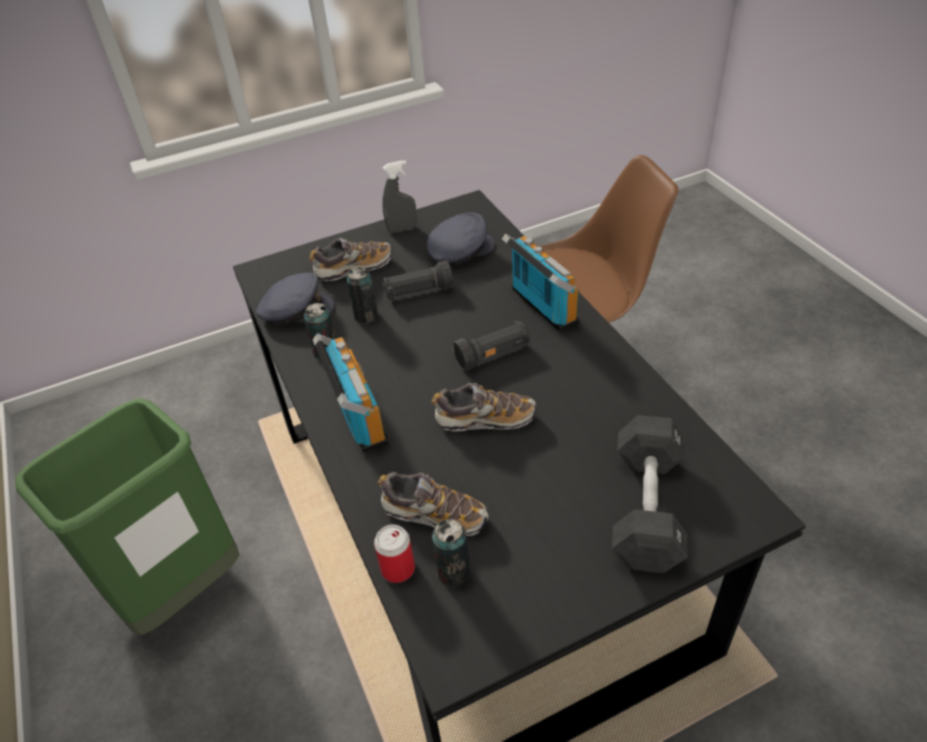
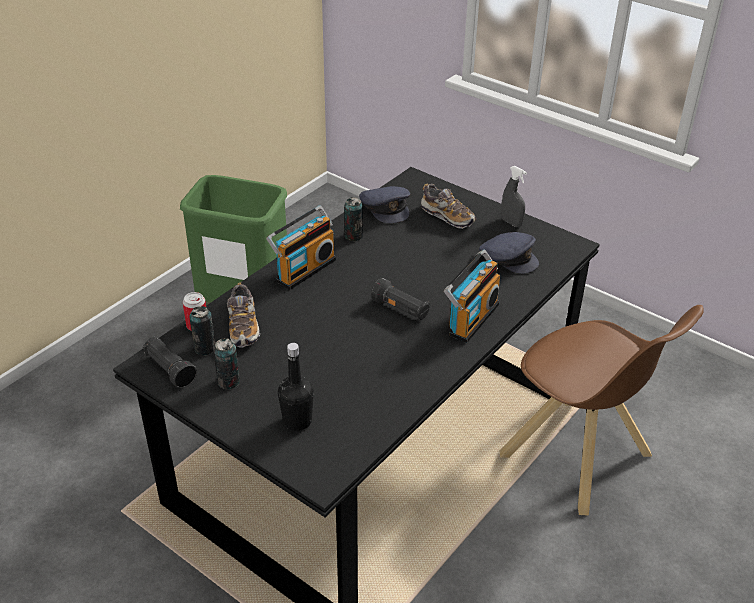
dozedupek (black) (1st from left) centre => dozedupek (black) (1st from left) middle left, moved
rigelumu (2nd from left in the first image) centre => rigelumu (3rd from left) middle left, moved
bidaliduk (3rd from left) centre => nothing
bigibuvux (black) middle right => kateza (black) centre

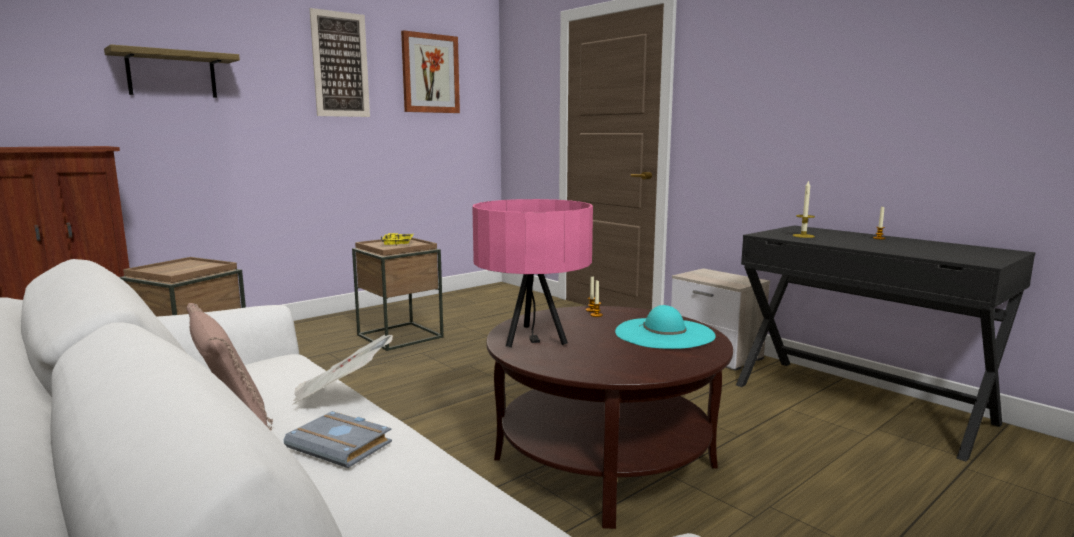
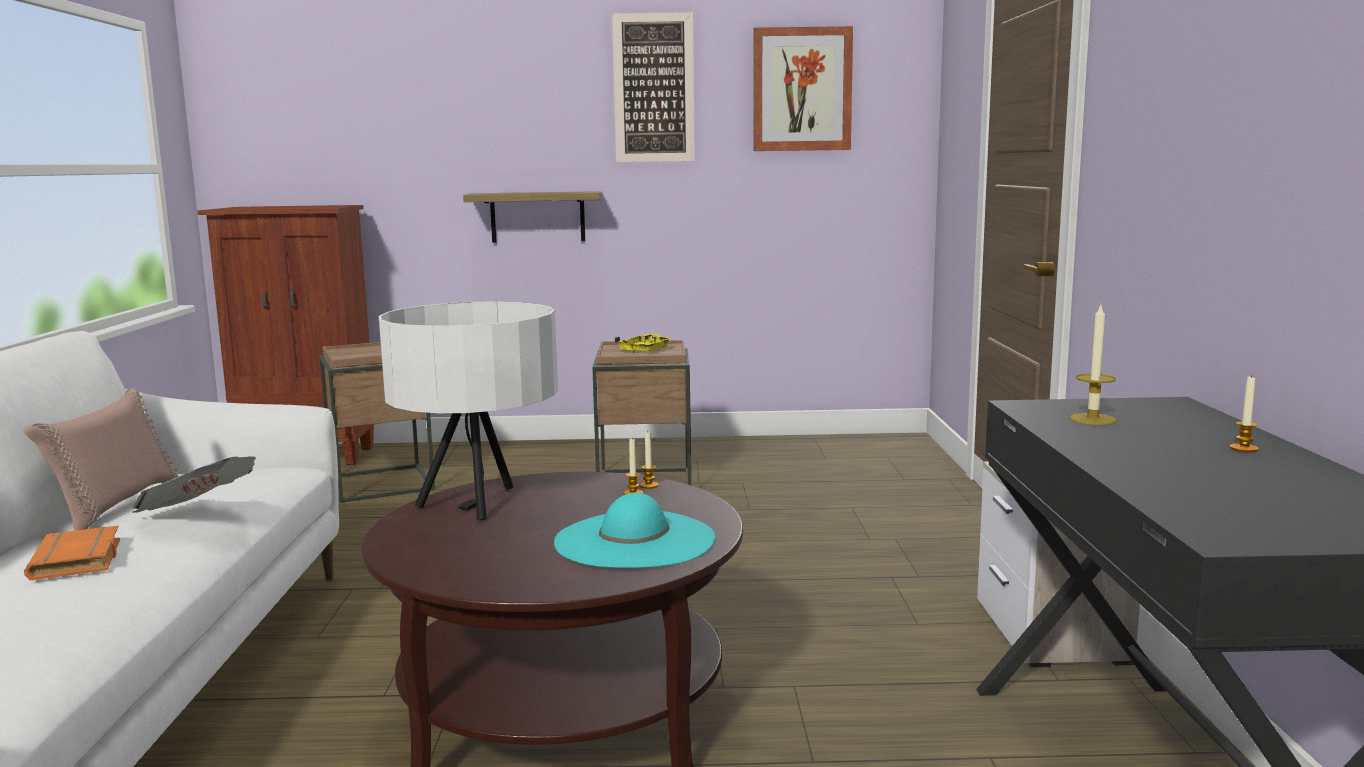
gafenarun top left => gafenarun top centre, moved
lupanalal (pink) centre => lupanalal (white) centre
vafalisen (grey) bottom left => vafalisen (orange) bottom left

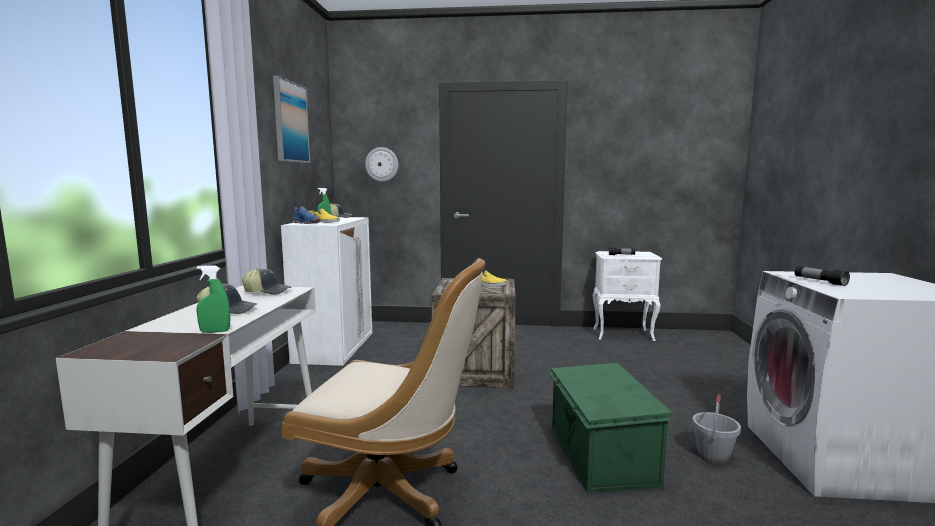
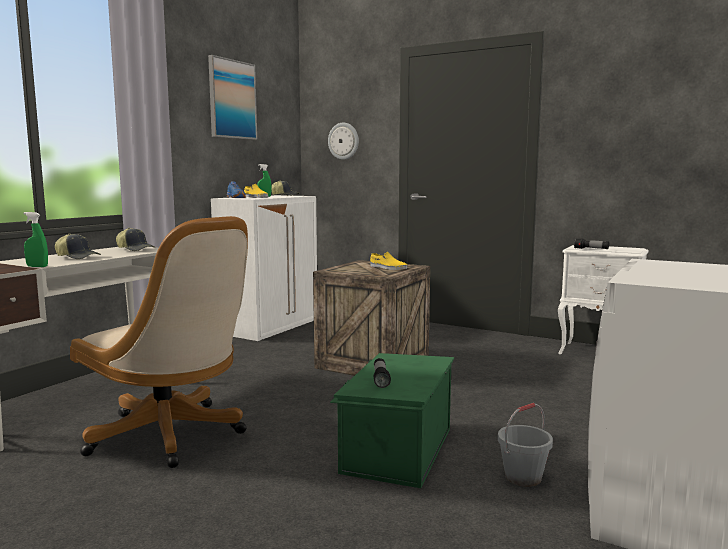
dozedupek (2nd from left in the first image) middle right => dozedupek (1st from left) bottom centre, moved

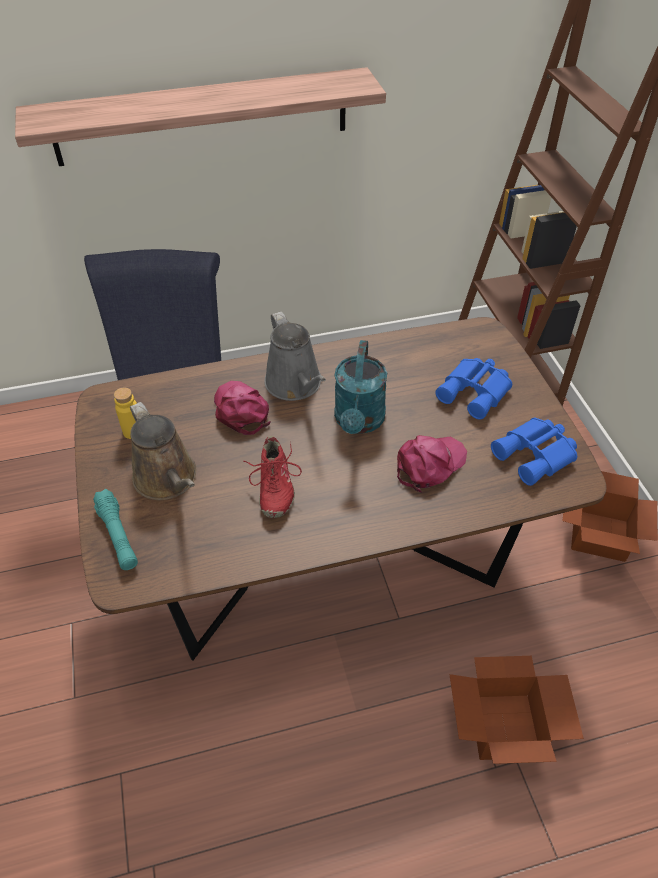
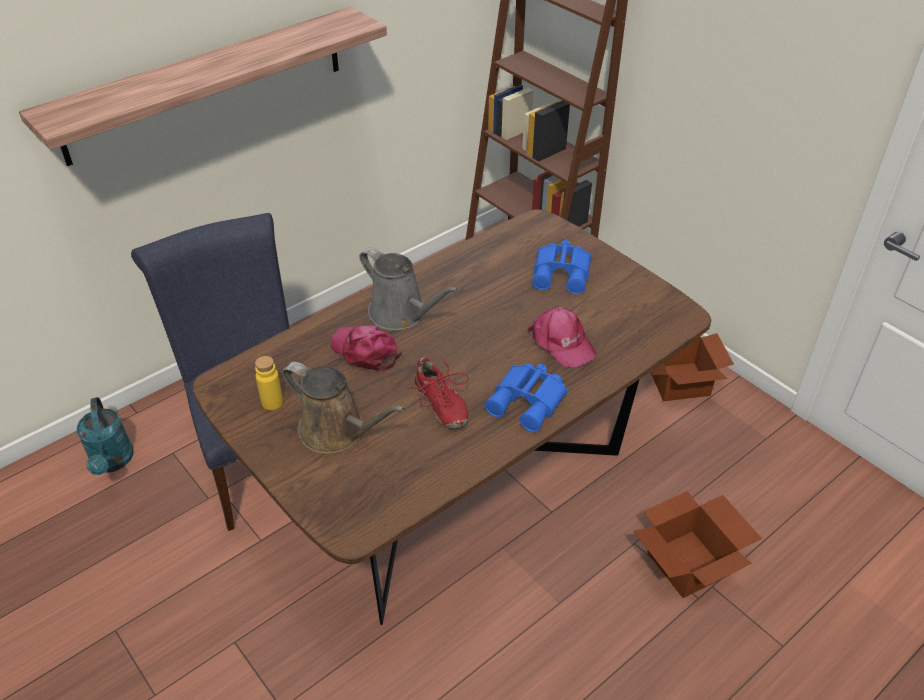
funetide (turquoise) centre => funetide (turquoise) middle left, moved
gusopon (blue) (2nd from left in the first image) middle right => gusopon (blue) (1st from left) centre, moved
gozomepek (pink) (2nd from left) centre, 120 degrees clockwise
dozedupek (turquoise) middle left => nothing

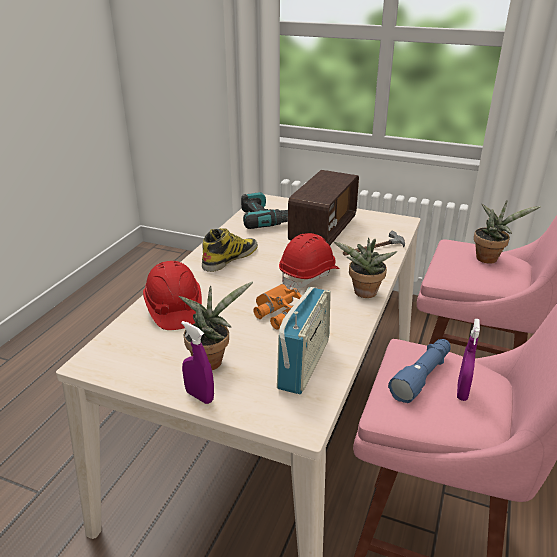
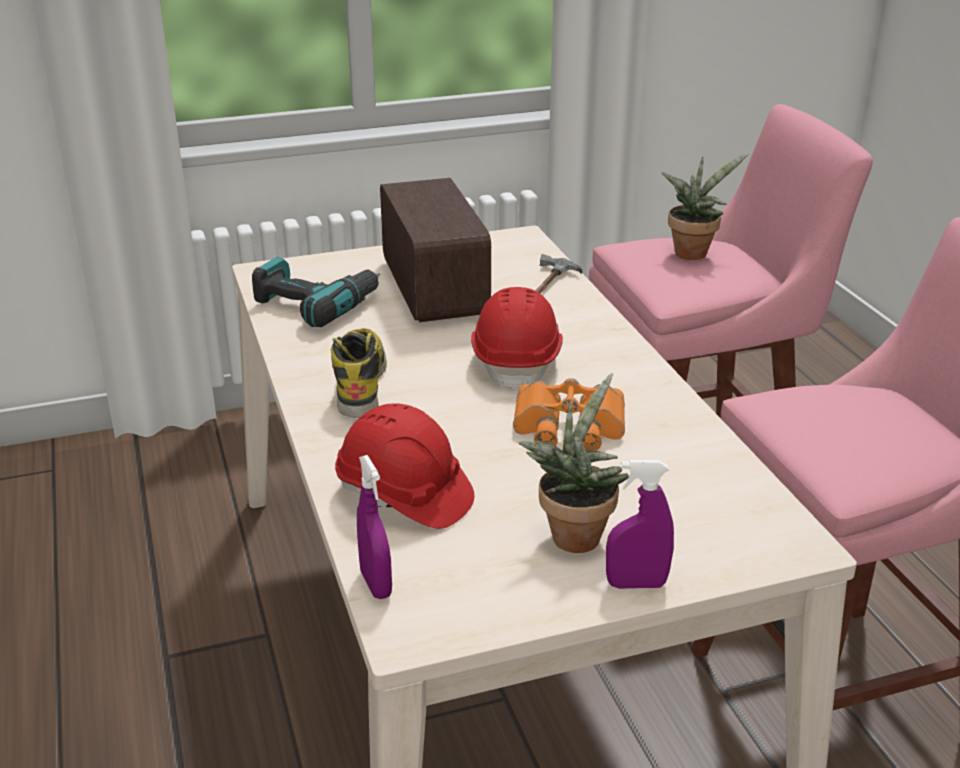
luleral (2nd from left) centre => nothing
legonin (1st from left) centre => nothing
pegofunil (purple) (2nd from left in the first image) middle right => pegofunil (purple) (1st from left) bottom centre, moved
dozedupek (blue) middle right => nothing

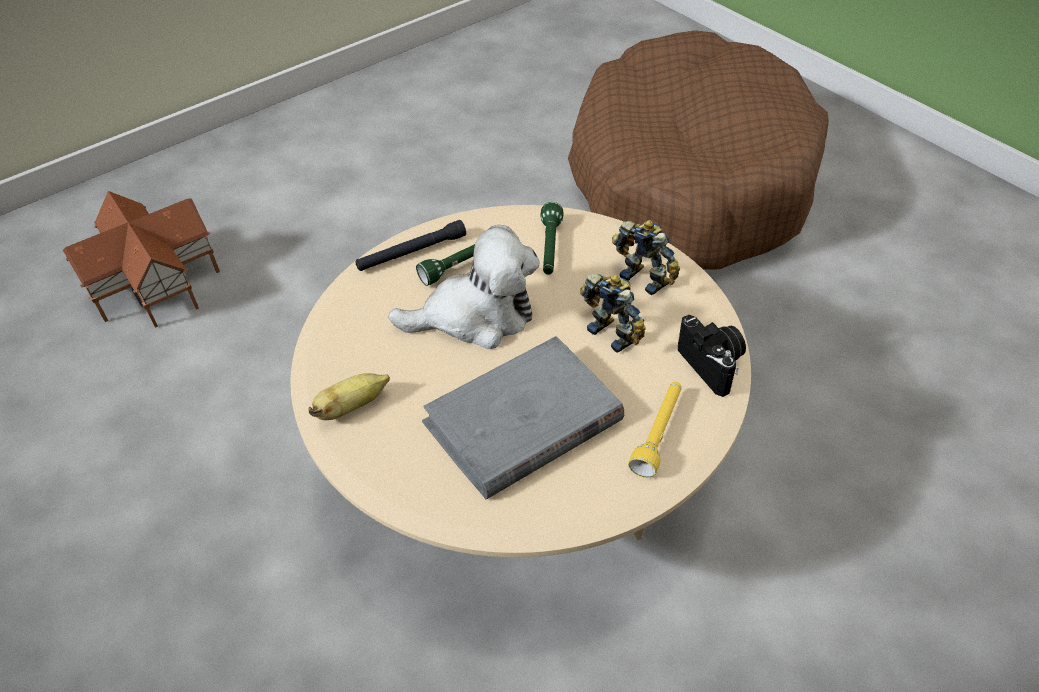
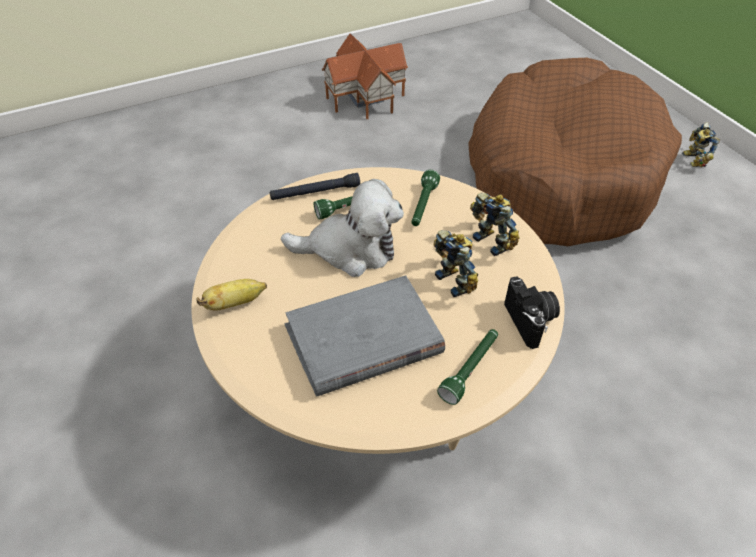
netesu middle left => netesu top centre, moved
dozedupek (yellow) centre => dozedupek (green) (3rd from left) centre
nothing => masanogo (3rd from left) top right

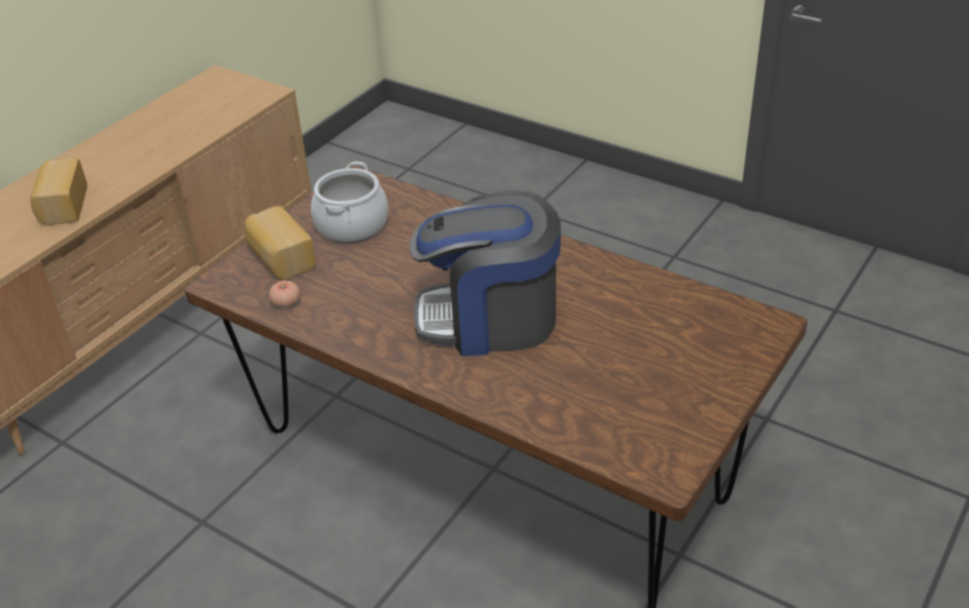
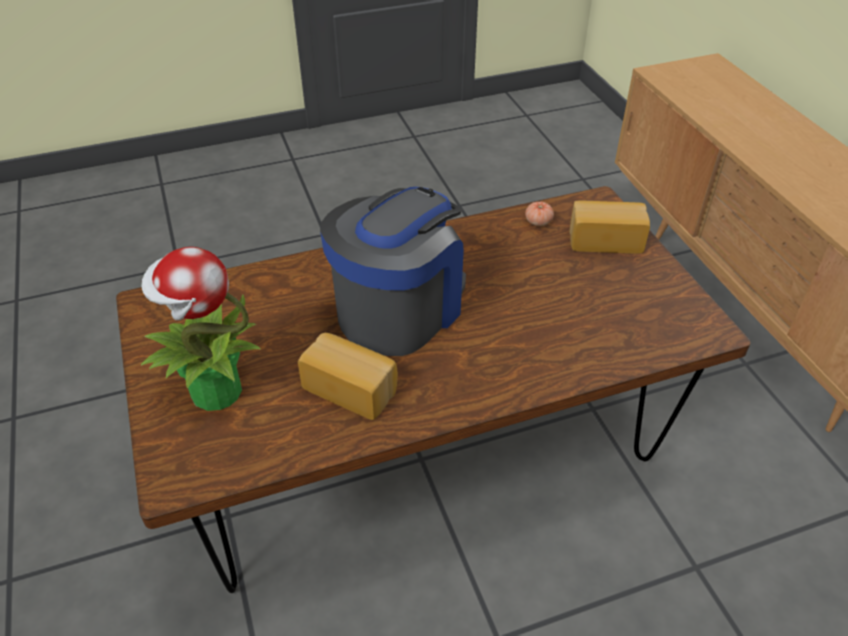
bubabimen (1st from left) top left => bubabimen (1st from left) centre, moved
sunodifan top centre => nothing
nothing => luleral middle left

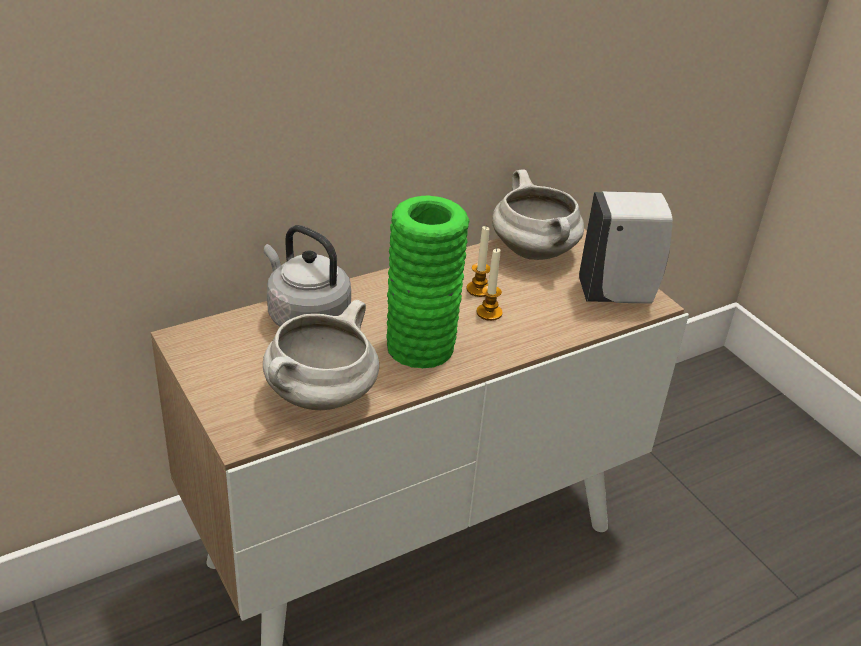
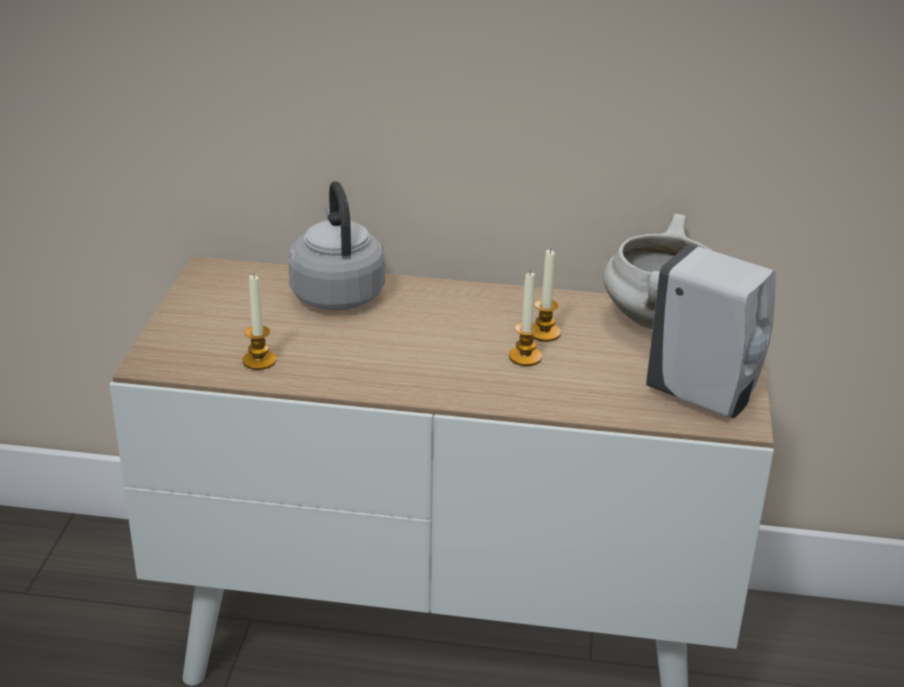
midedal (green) centre => nothing
sunodifan (white) (1st from left) centre => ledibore (1st from left) middle left

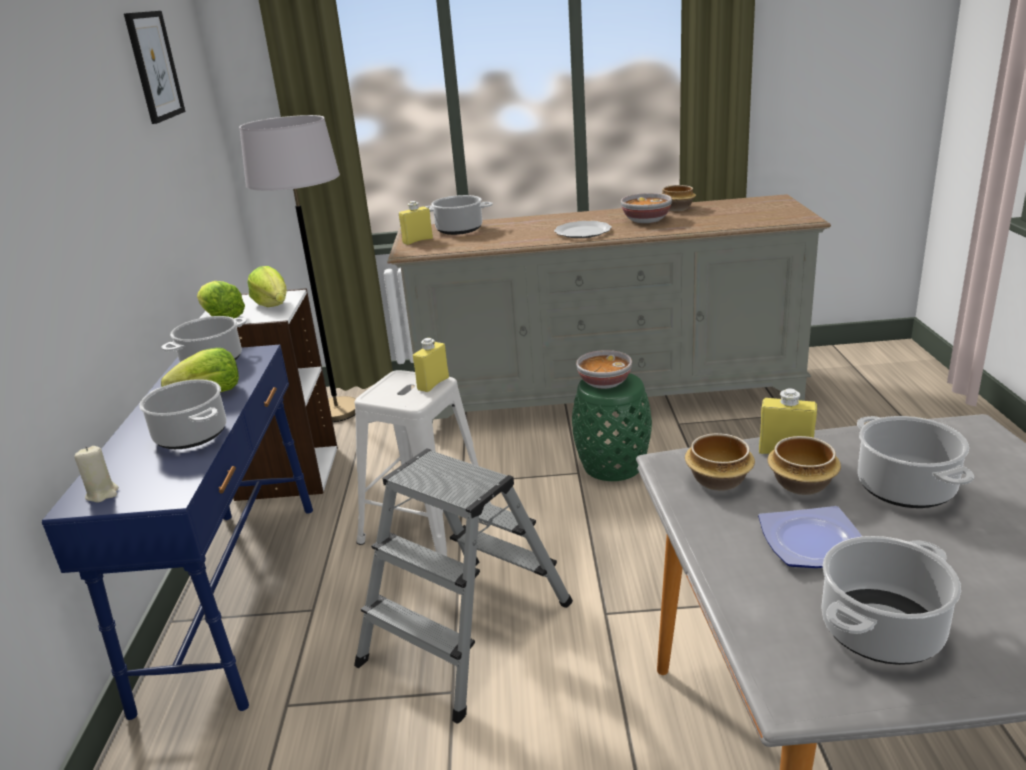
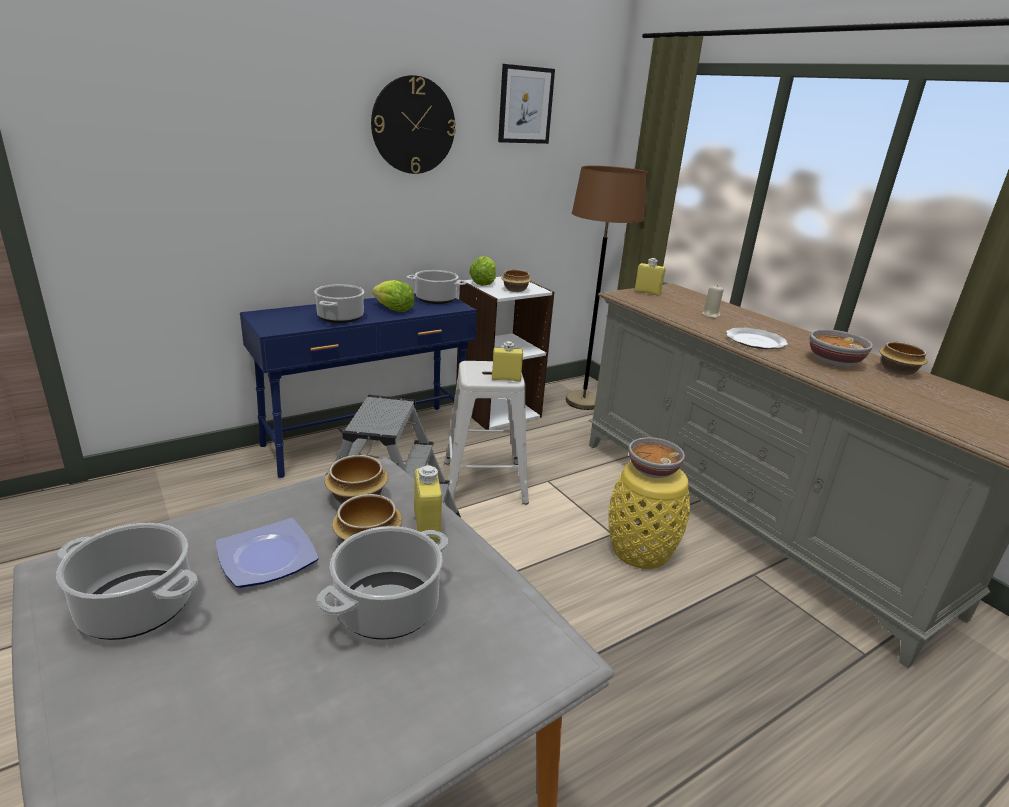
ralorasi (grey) middle left => ralorasi (brown) centre
sunodifan (3rd from left) top centre => nothing
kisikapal (3rd from left) middle left => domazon (3rd from left) centre
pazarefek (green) centre => pazarefek (yellow) centre
ledibore (beige) middle left => ledibore (beige) middle right, moved
nothing => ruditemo top centre

